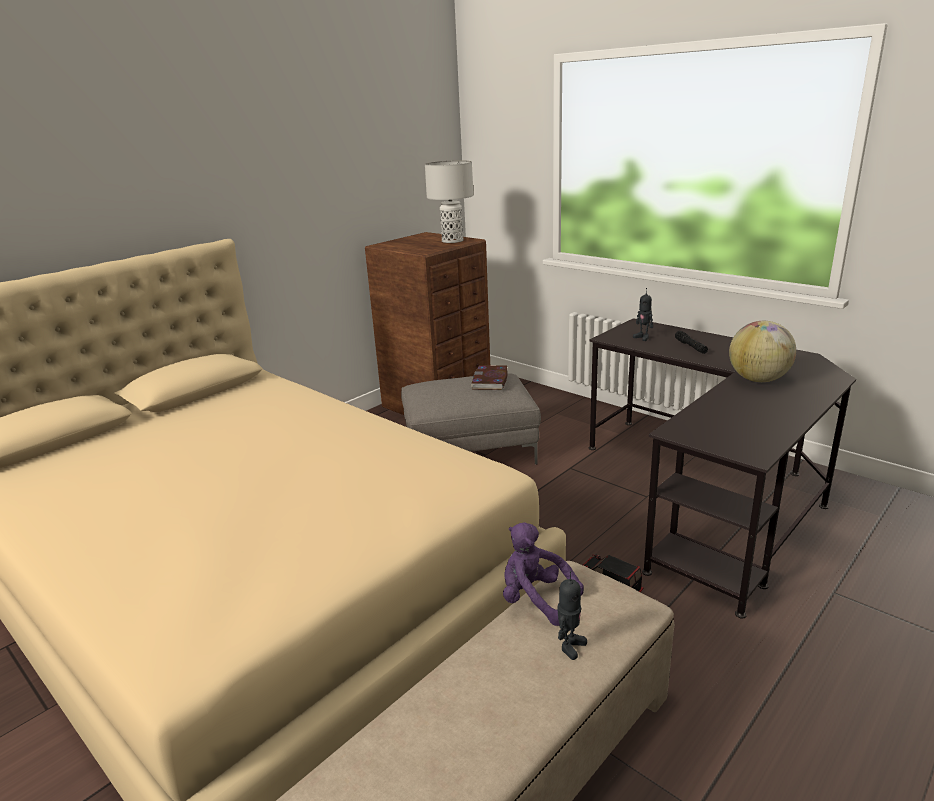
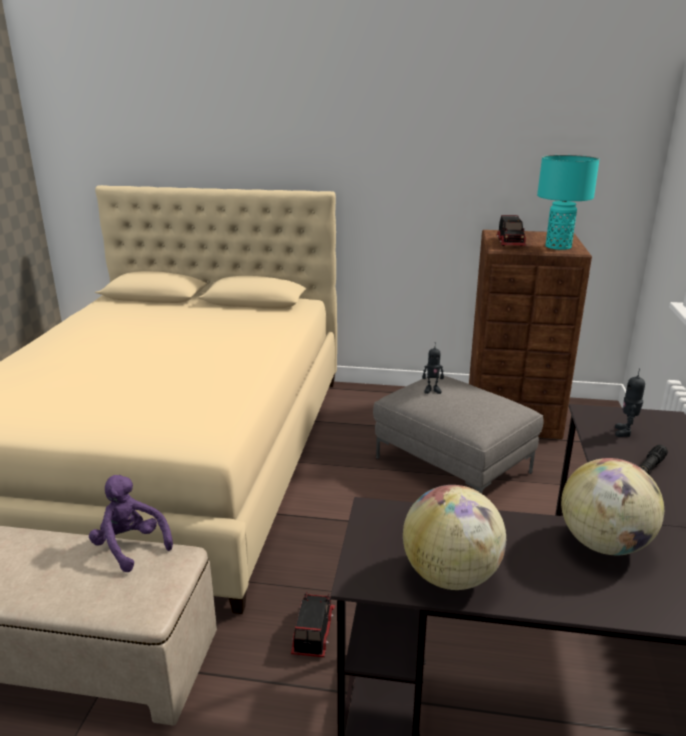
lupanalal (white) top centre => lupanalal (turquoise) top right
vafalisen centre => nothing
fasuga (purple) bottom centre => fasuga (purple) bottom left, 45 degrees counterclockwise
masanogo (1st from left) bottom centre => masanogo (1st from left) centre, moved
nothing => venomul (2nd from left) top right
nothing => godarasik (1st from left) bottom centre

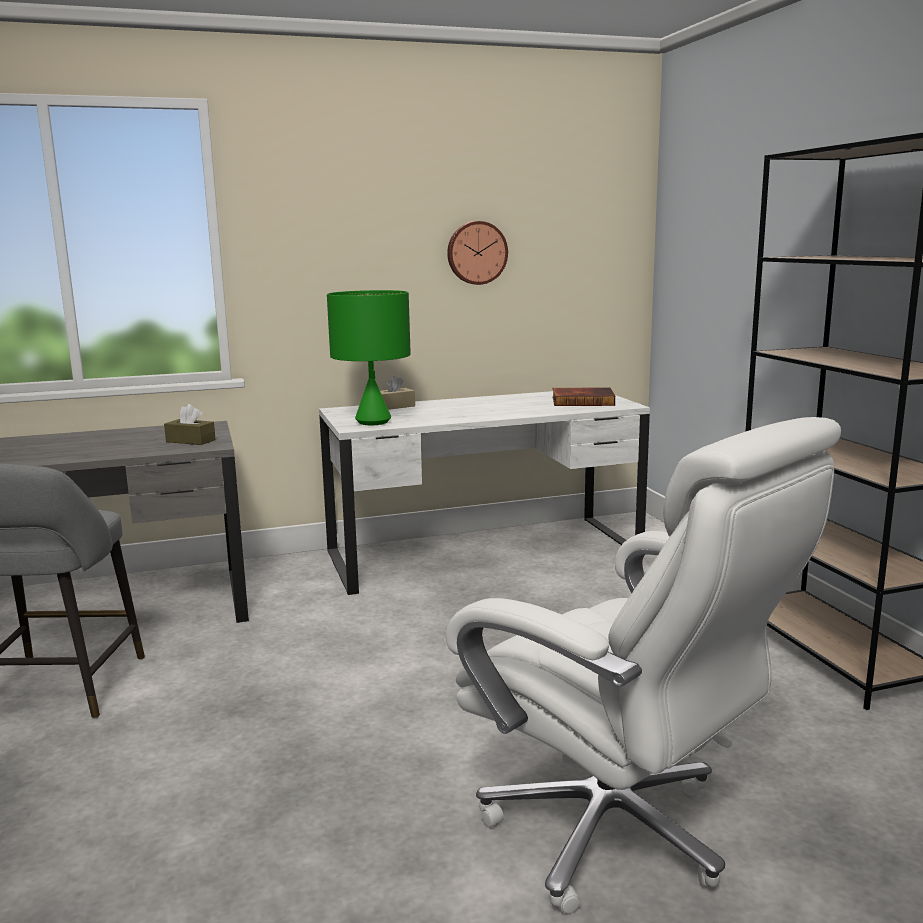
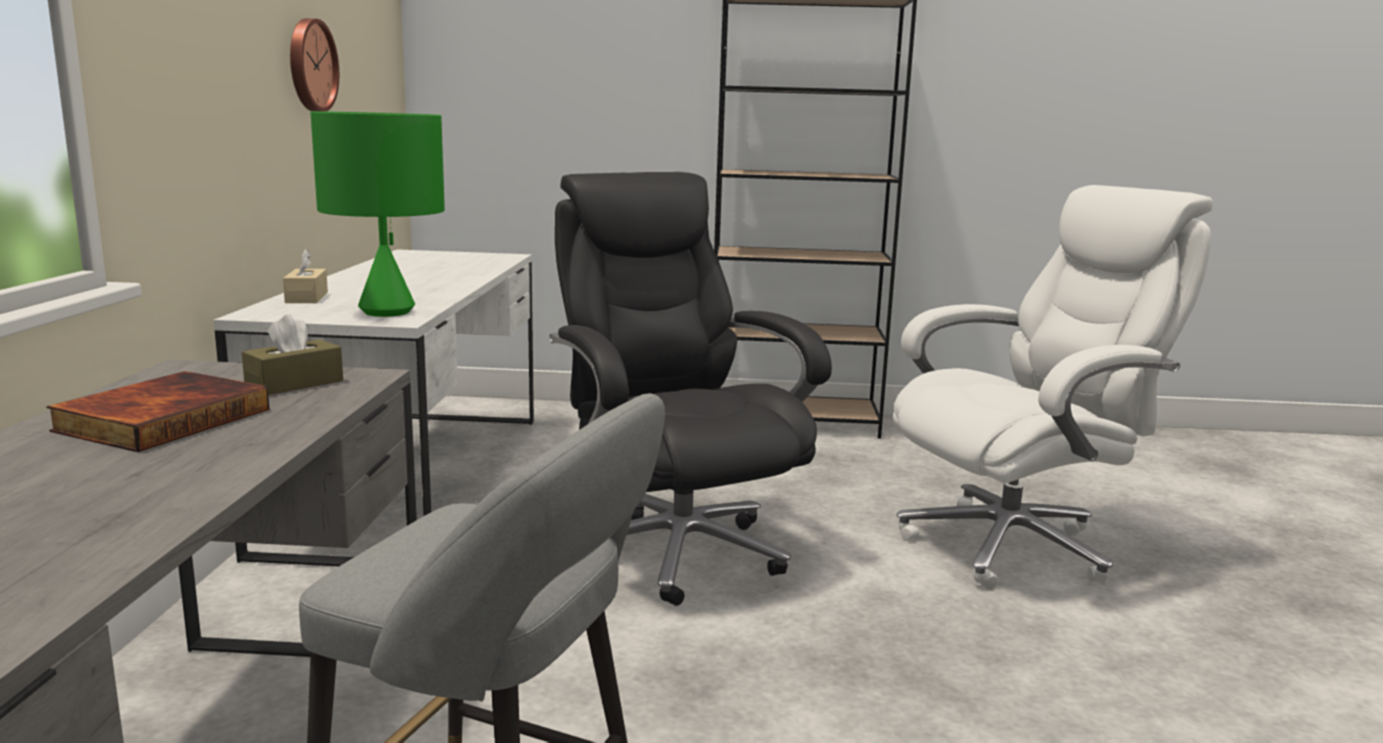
vafalisen centre => vafalisen middle left, moved
nothing => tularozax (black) centre

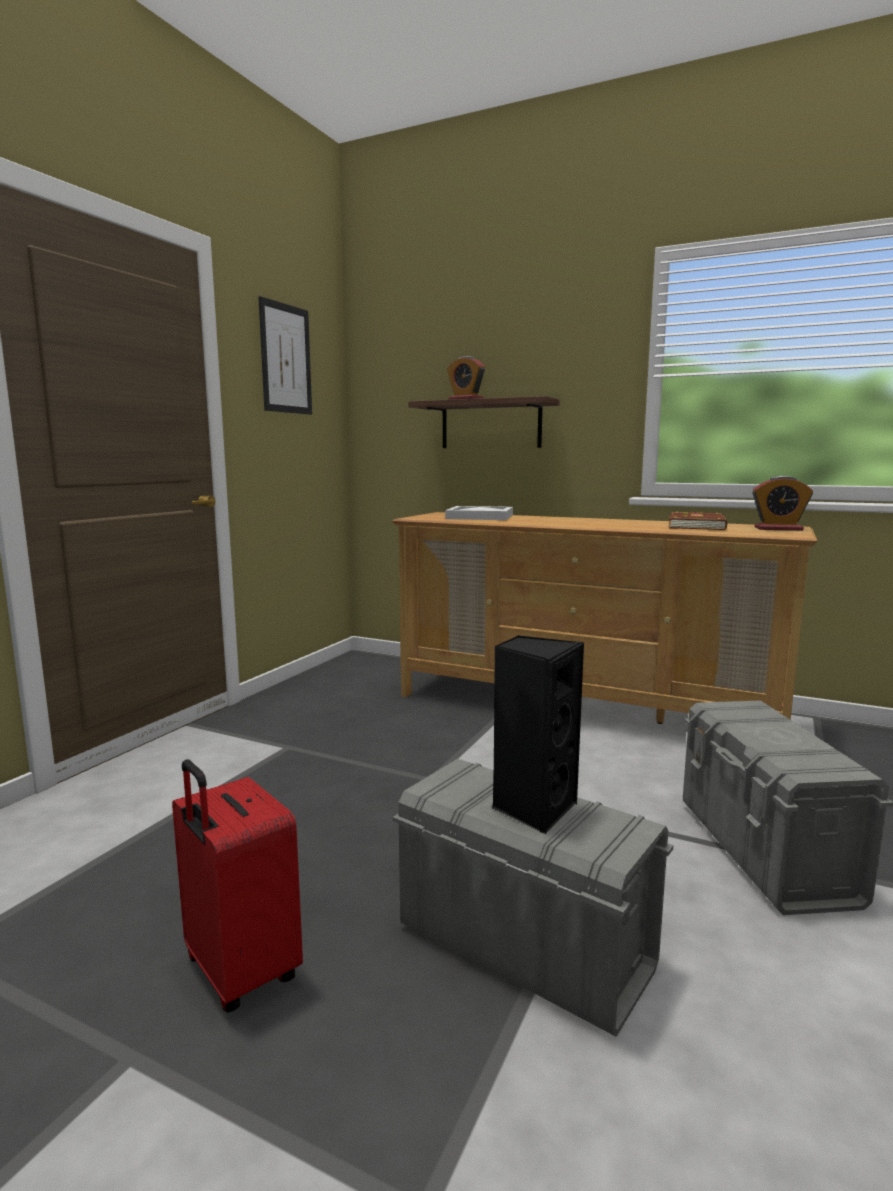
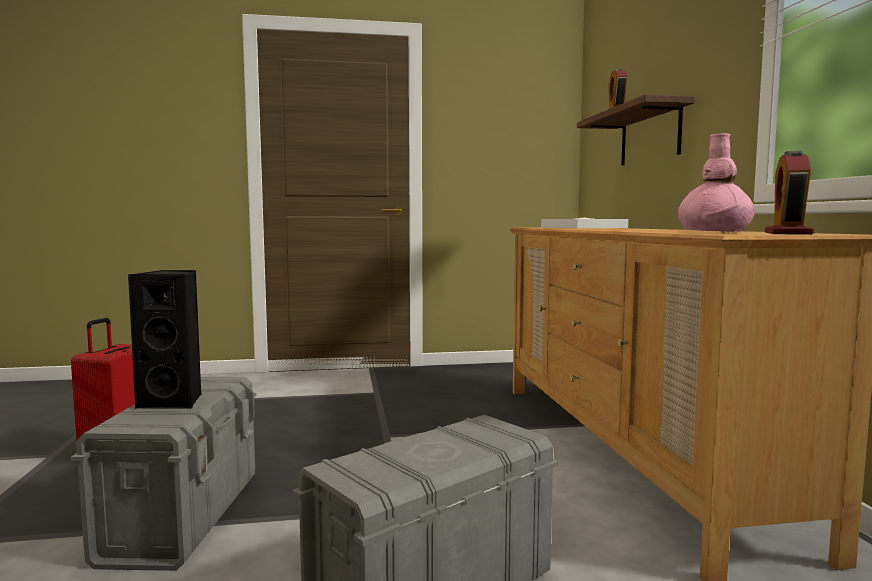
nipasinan top left => nothing
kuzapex (2nd from left) middle right => kuzapex (2nd from left) top right, 45 degrees clockwise
vafalisen (brown) middle right => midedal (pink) top right

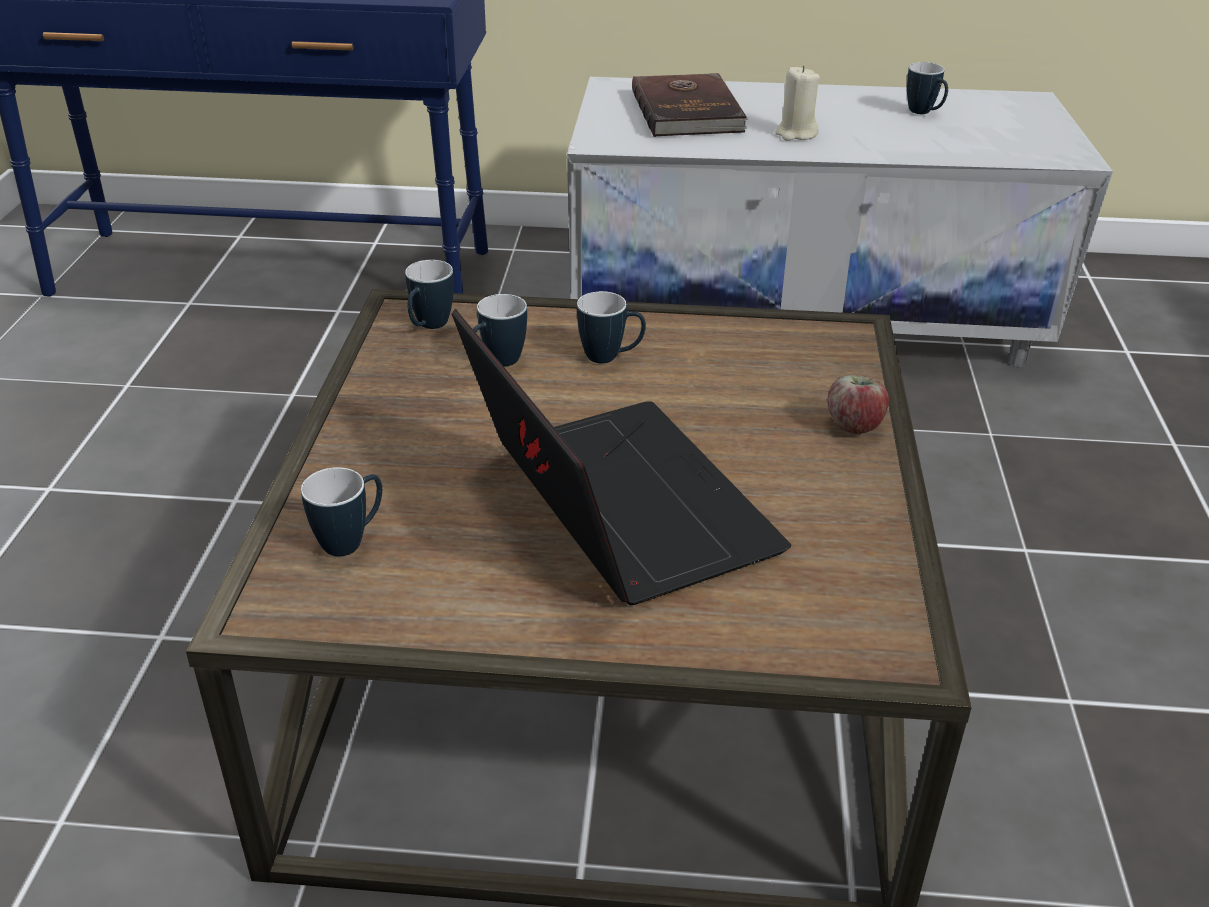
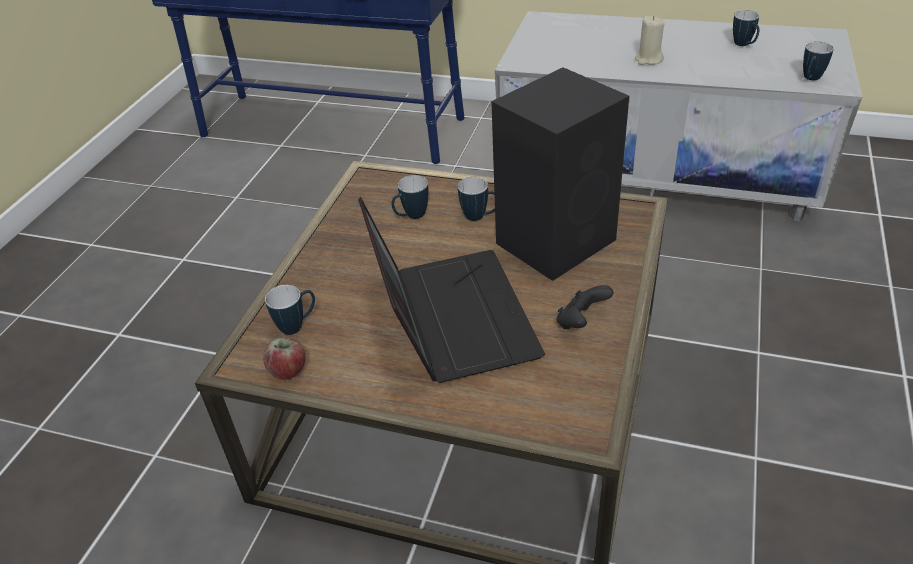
vafalisen (brown) top centre => nothing
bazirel (2nd from left in the first image) top centre => bazirel (5th from left) top right, moved
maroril middle right => maroril middle left, moved
nothing => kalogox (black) top centre
nothing => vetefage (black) centre

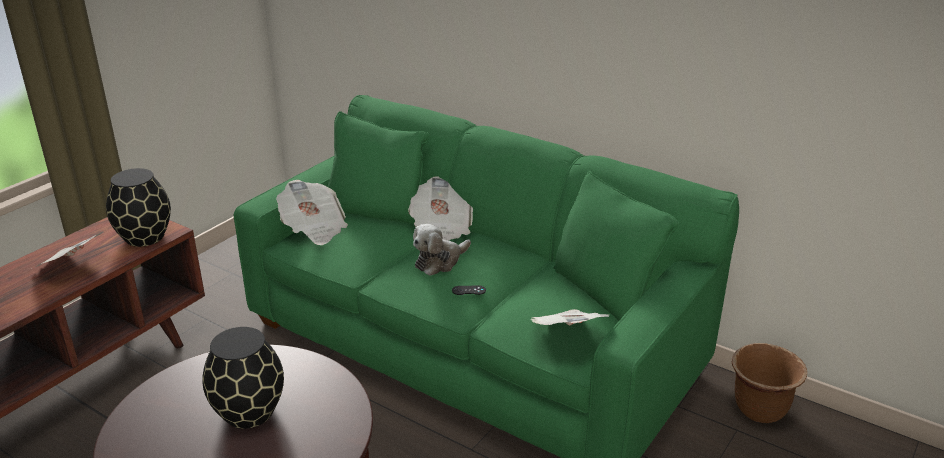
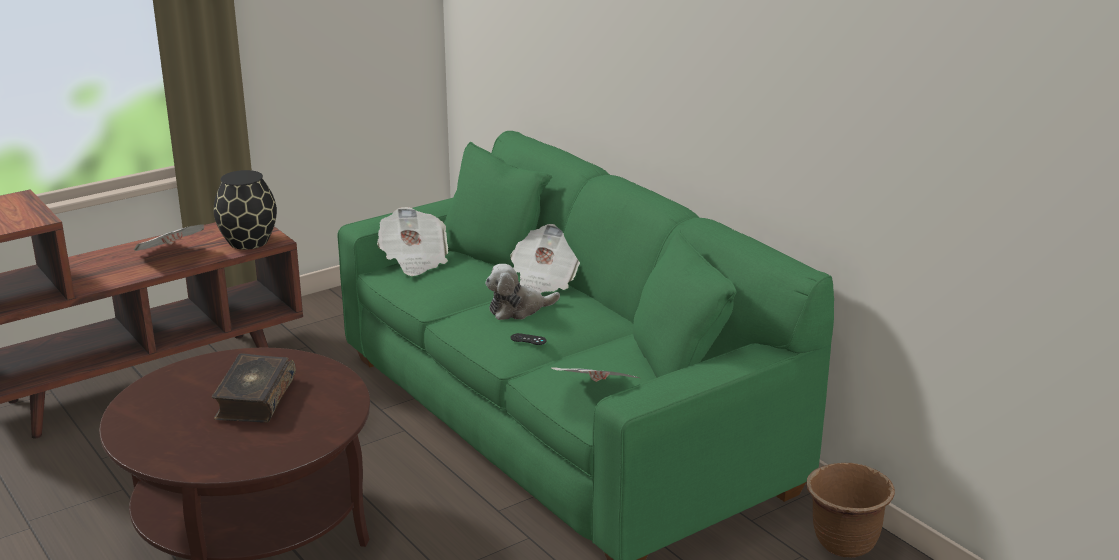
midedal (black) (2nd from left) bottom left => vafalisen bottom left

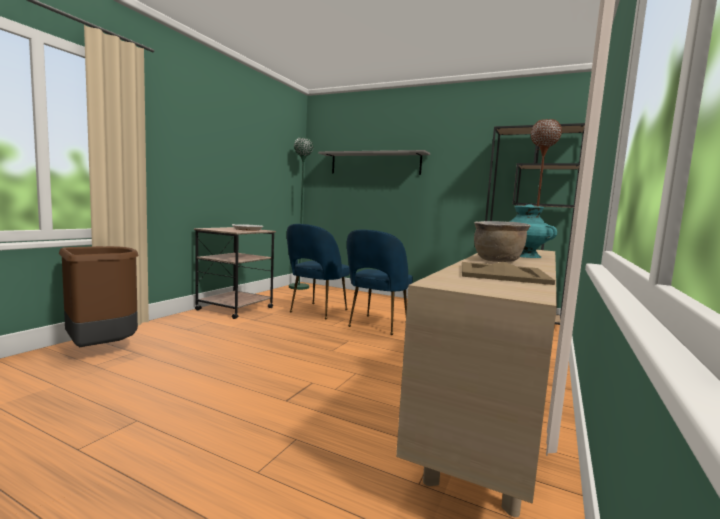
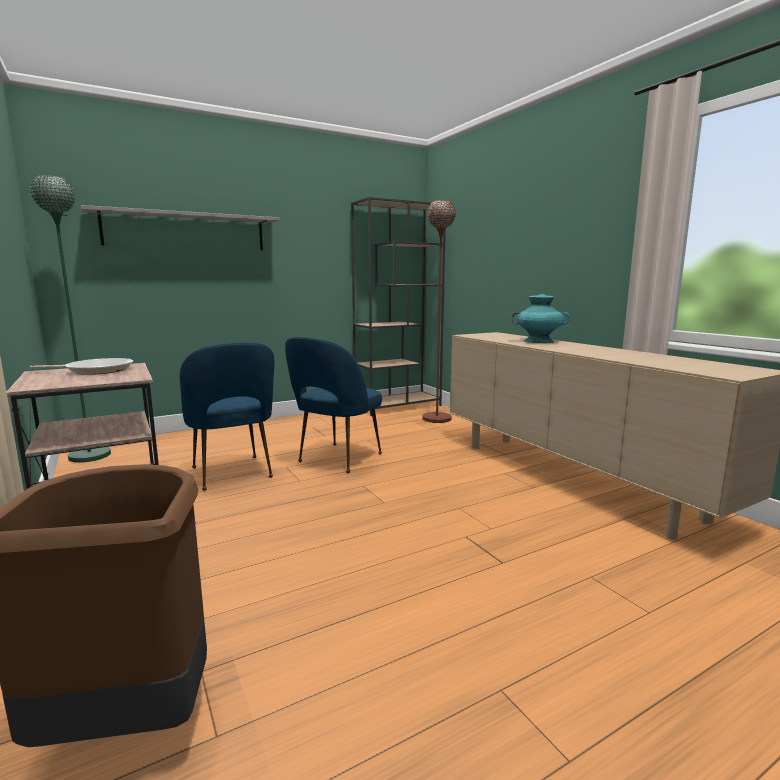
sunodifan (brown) middle right => nothing
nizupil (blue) (2nd from left) centre, 60 degrees clockwise
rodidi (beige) middle right => nothing

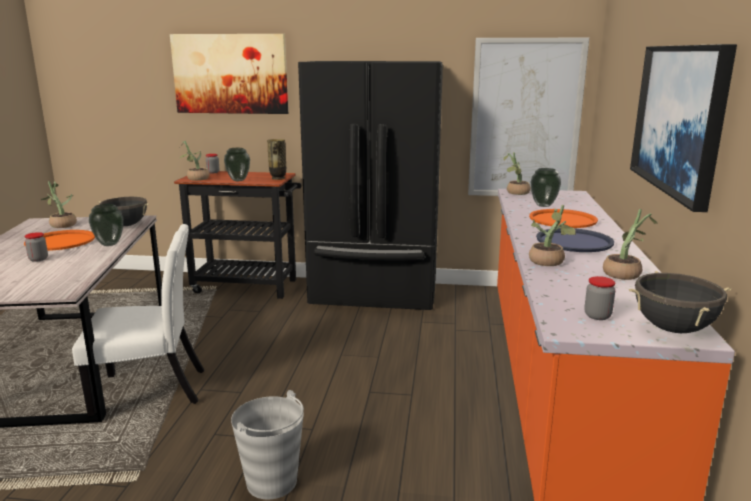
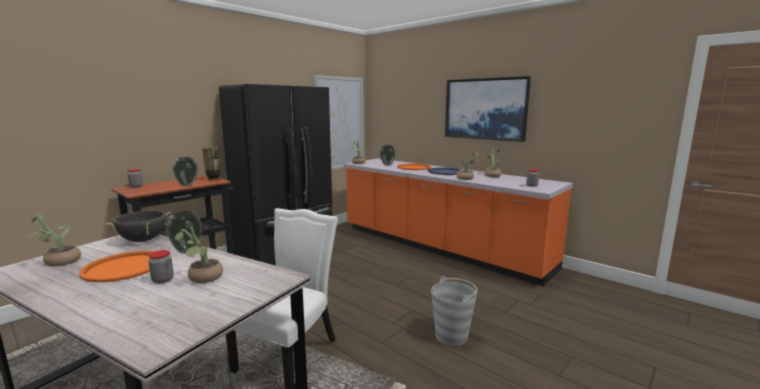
nipasinan (1st from left) top left => nothing
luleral (2nd from left) top left => luleral (2nd from left) middle left, moved
sunodifan (black) (2nd from left) middle right => nothing

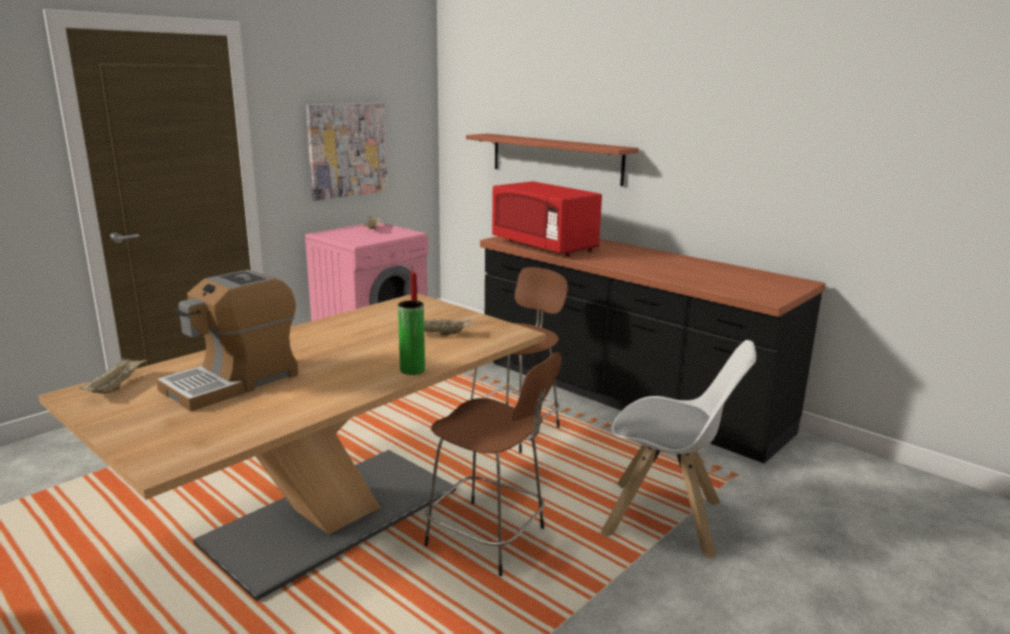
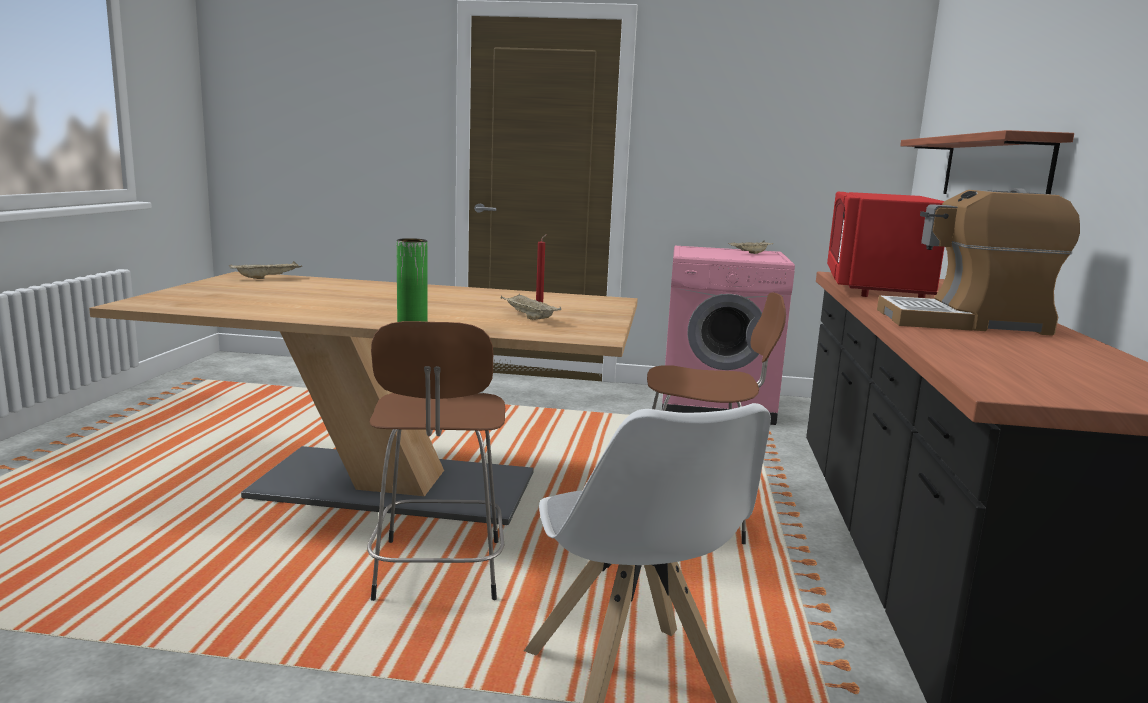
nipasinan top centre => nothing
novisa middle left => novisa middle right, moved

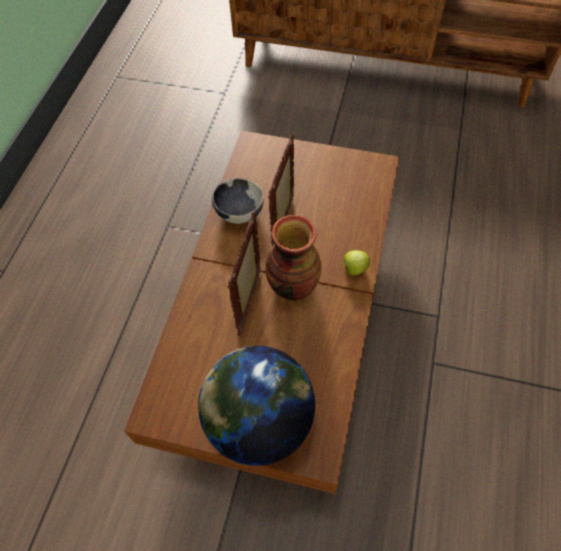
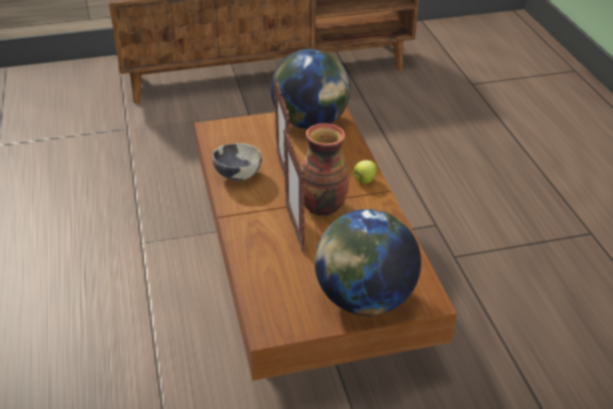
nothing => godarasik (1st from left) top centre

